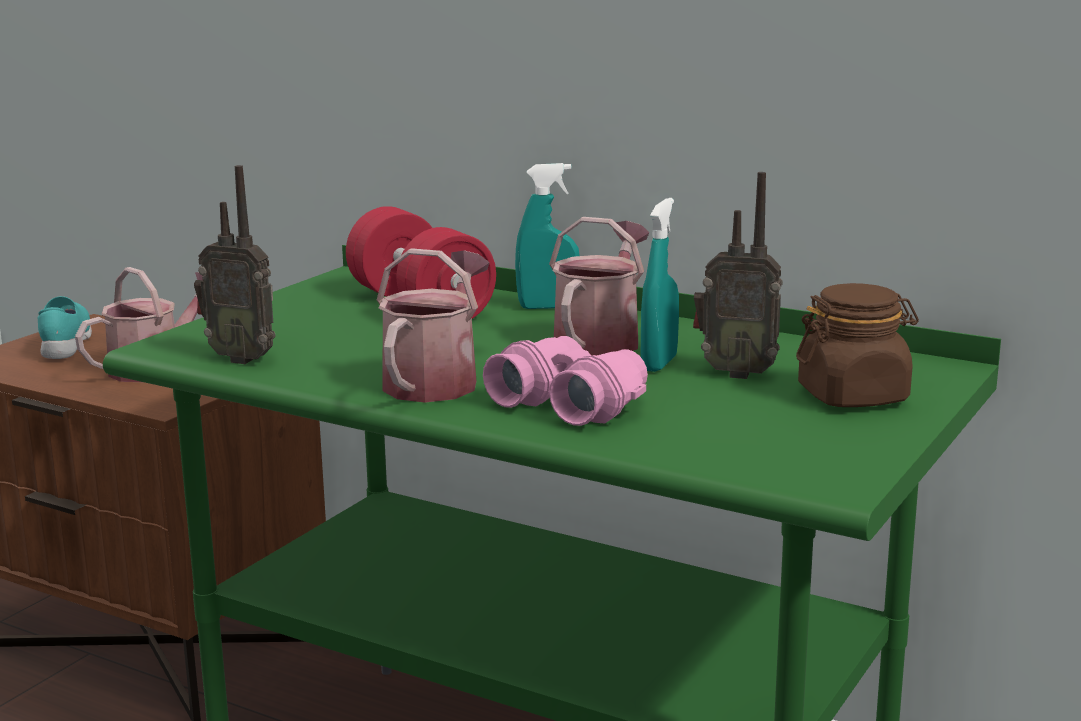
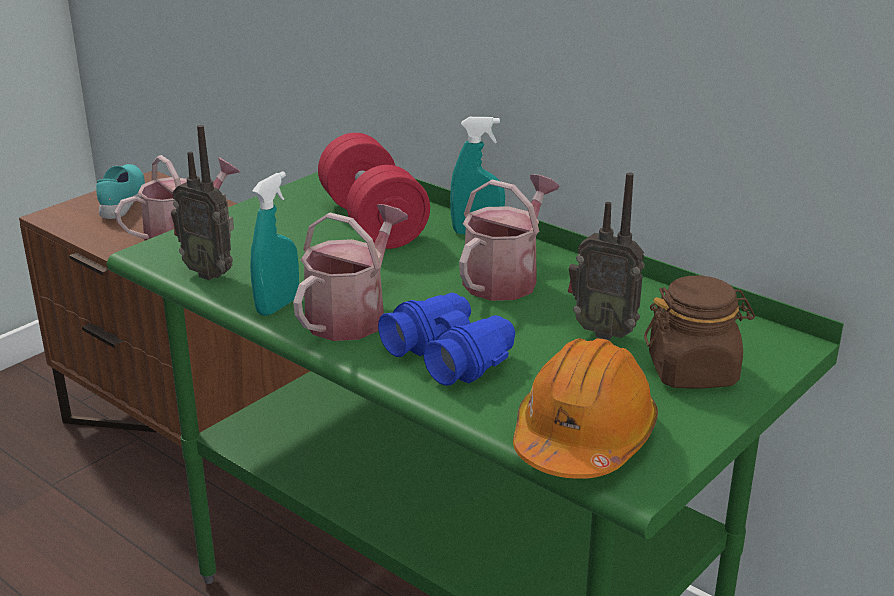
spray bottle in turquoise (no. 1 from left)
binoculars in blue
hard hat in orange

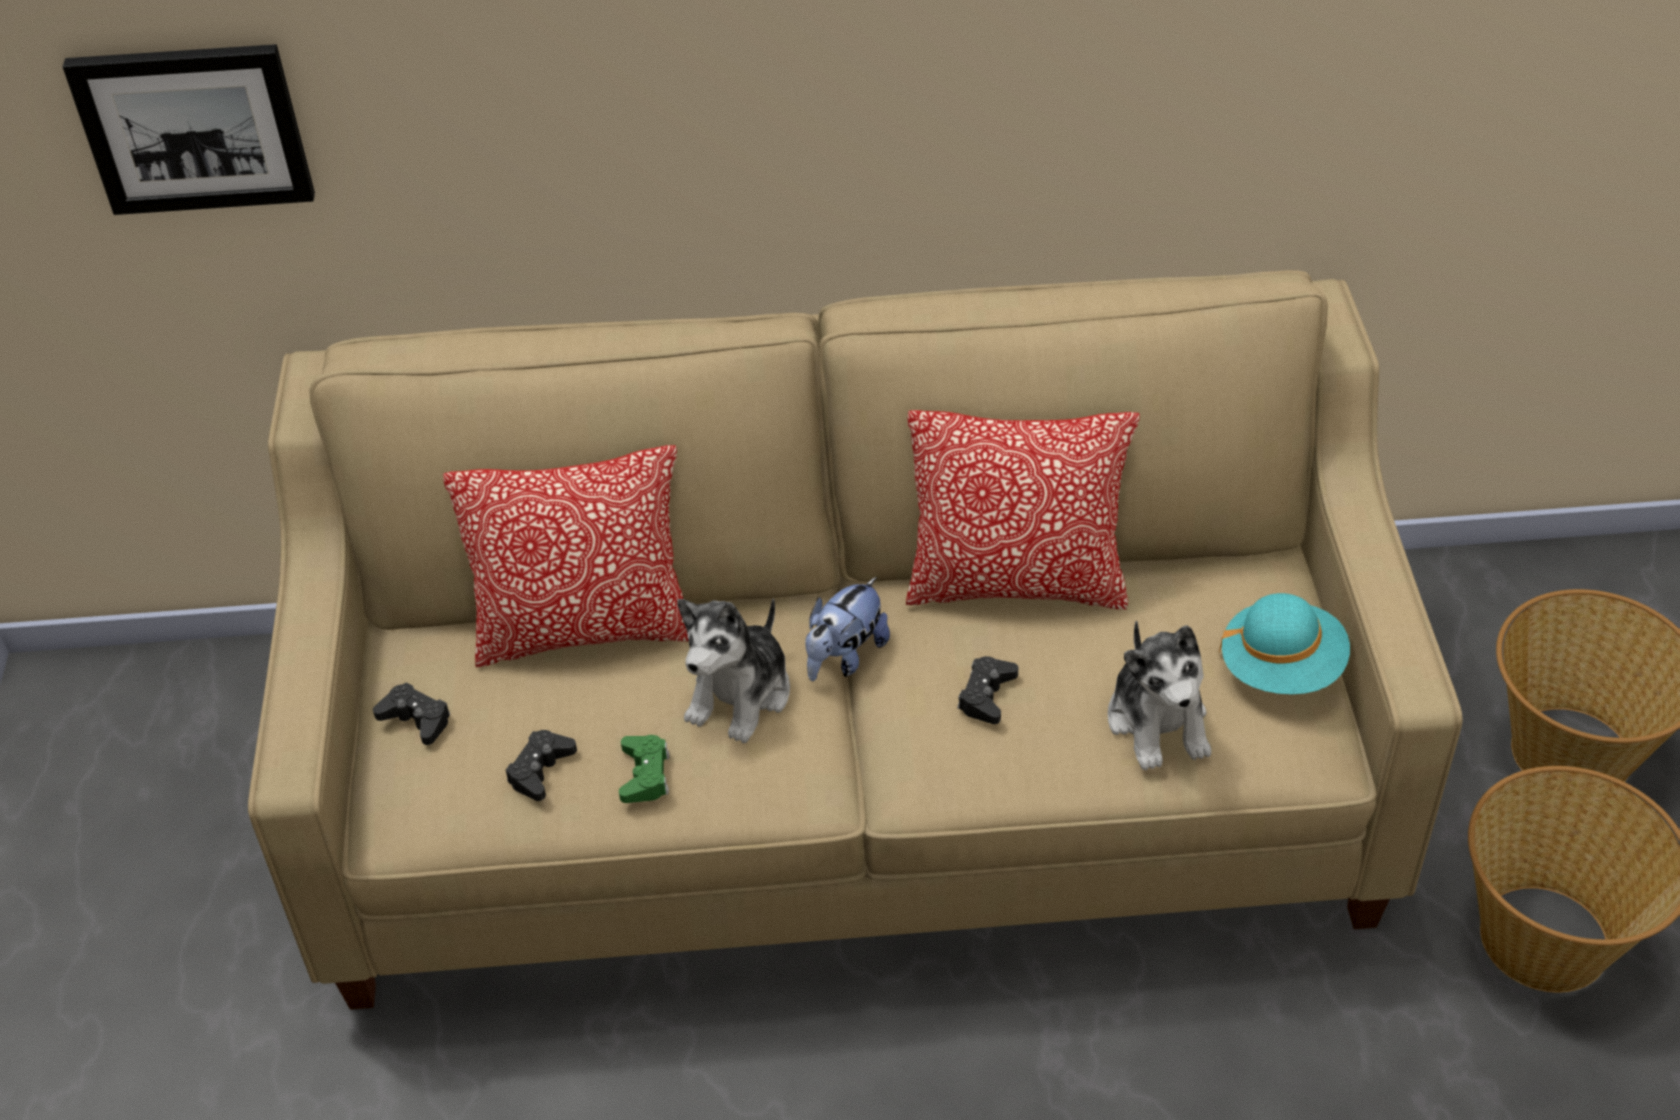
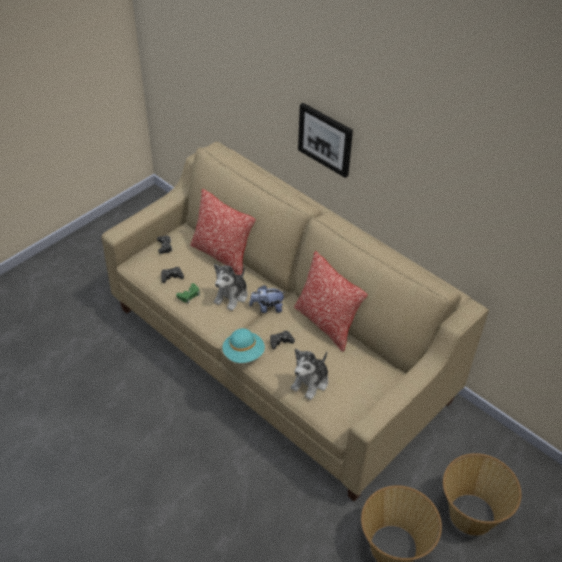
picture
hat in turquoise
plush toy (no. 1 from left)

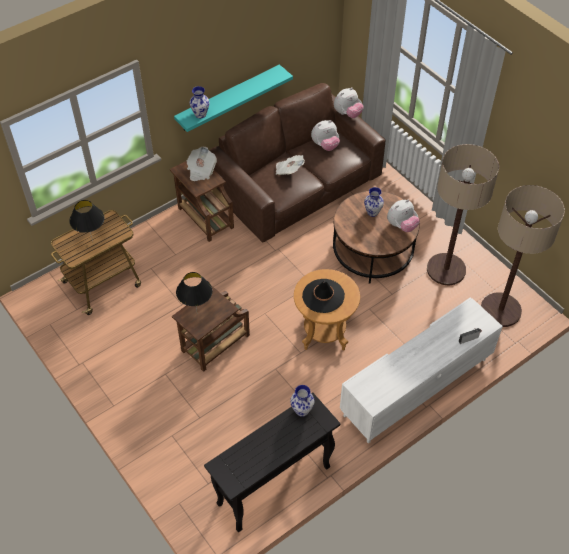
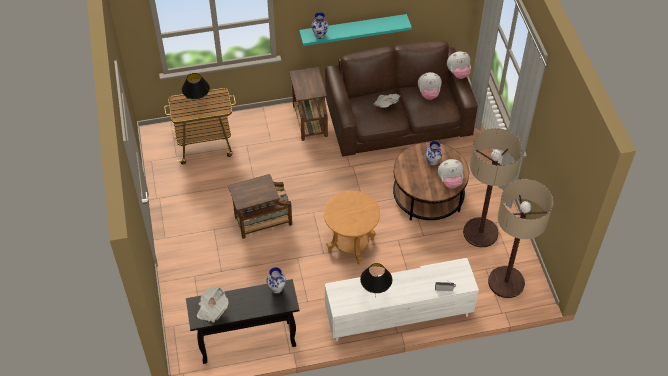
newspaper (no. 1 from left)
table lamp in black (no. 2 from left)
hat in black

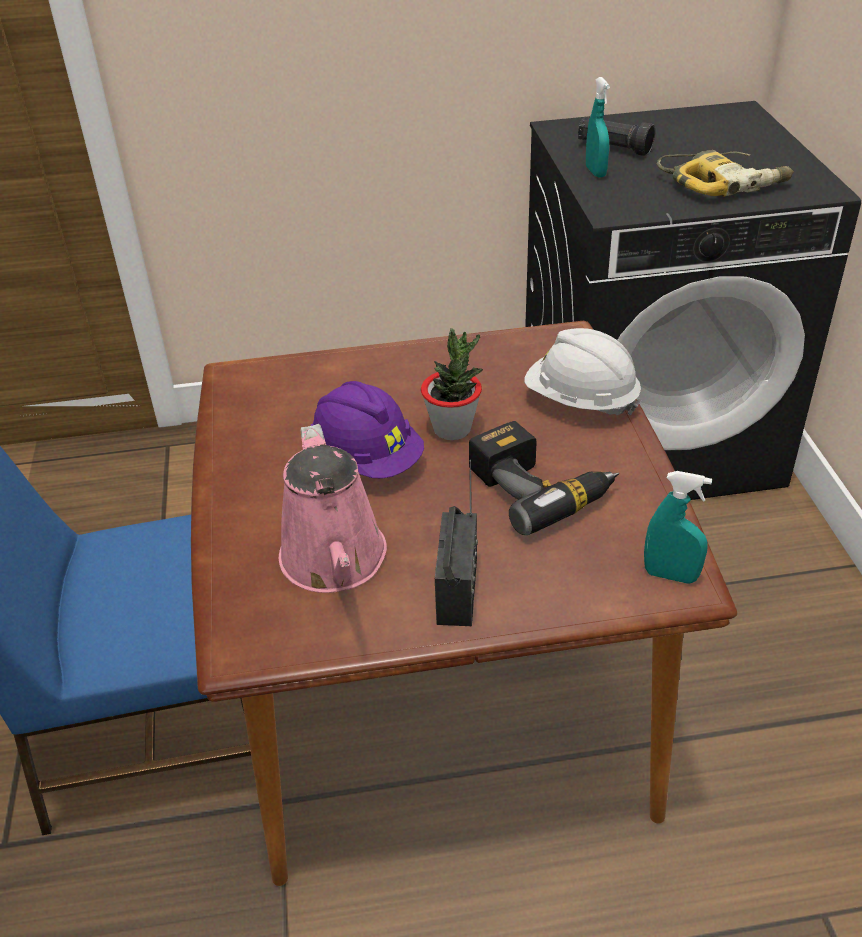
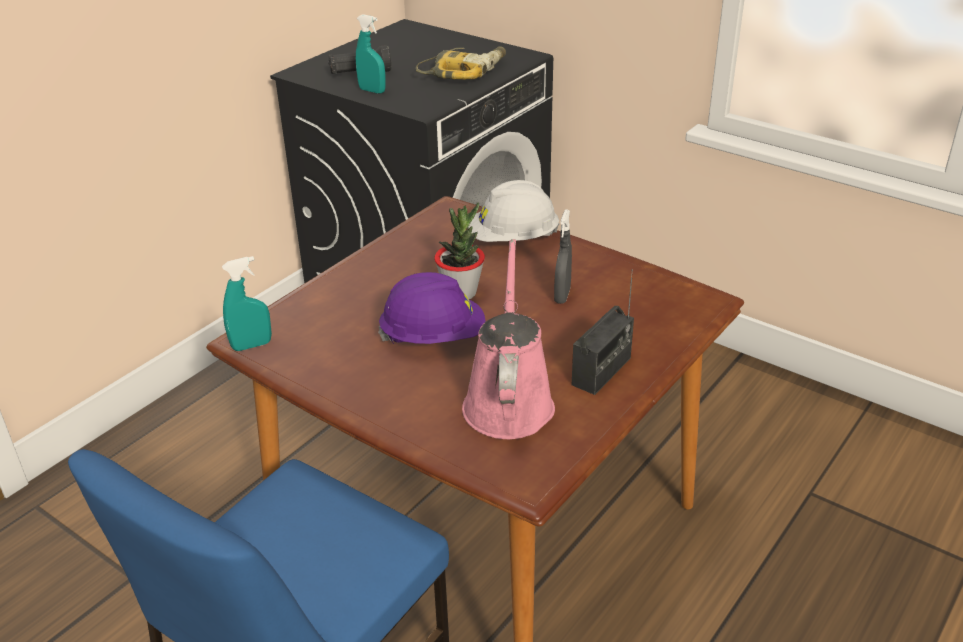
spray bottle in grey
watering can in pink
radio
spray bottle in turquoise (no. 1 from left)

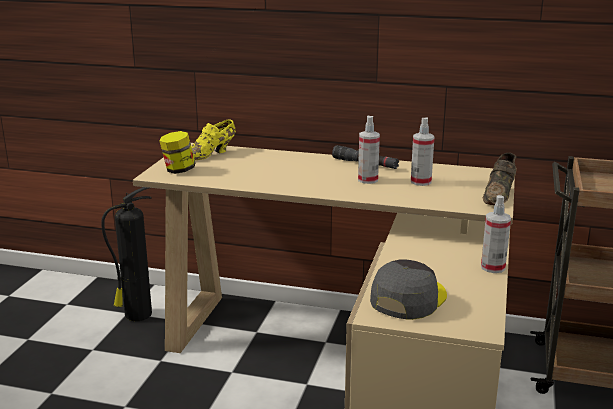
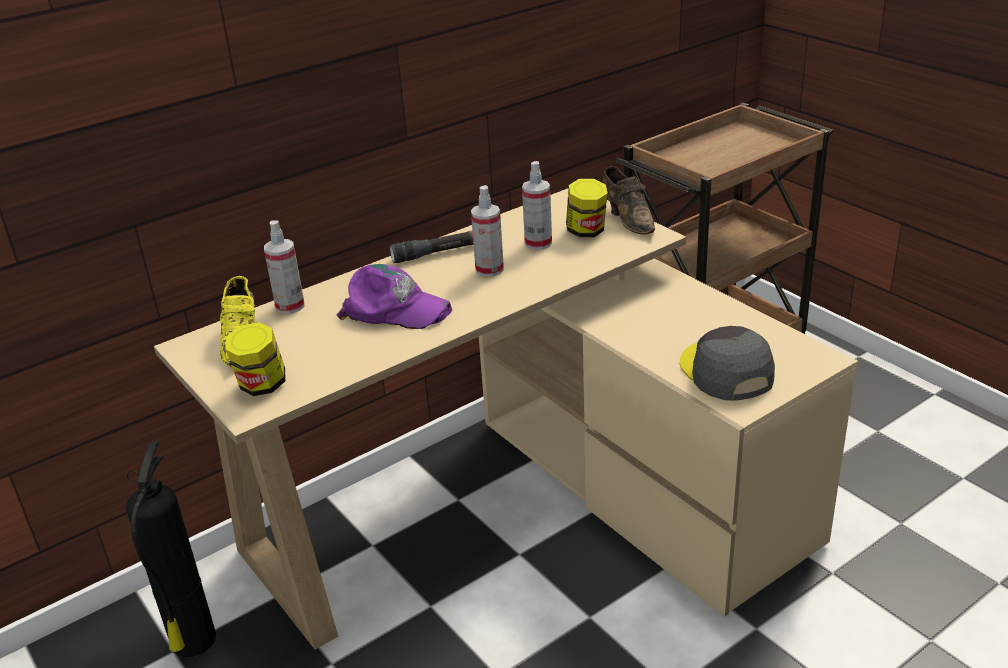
spray bottle (no. 1 from left)
jar (no. 2 from left)
cap in purple

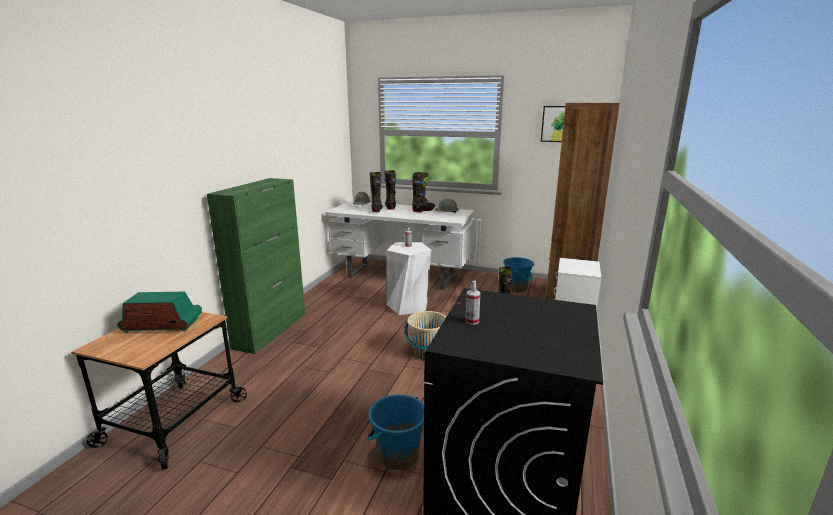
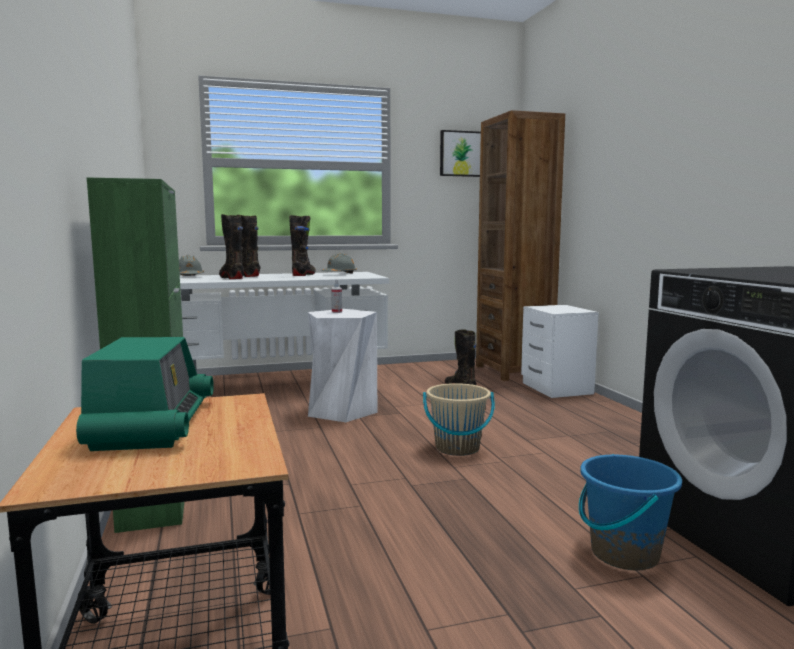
bucket in blue (no. 2 from left in the first image)
spray bottle (no. 2 from left in the first image)
radio

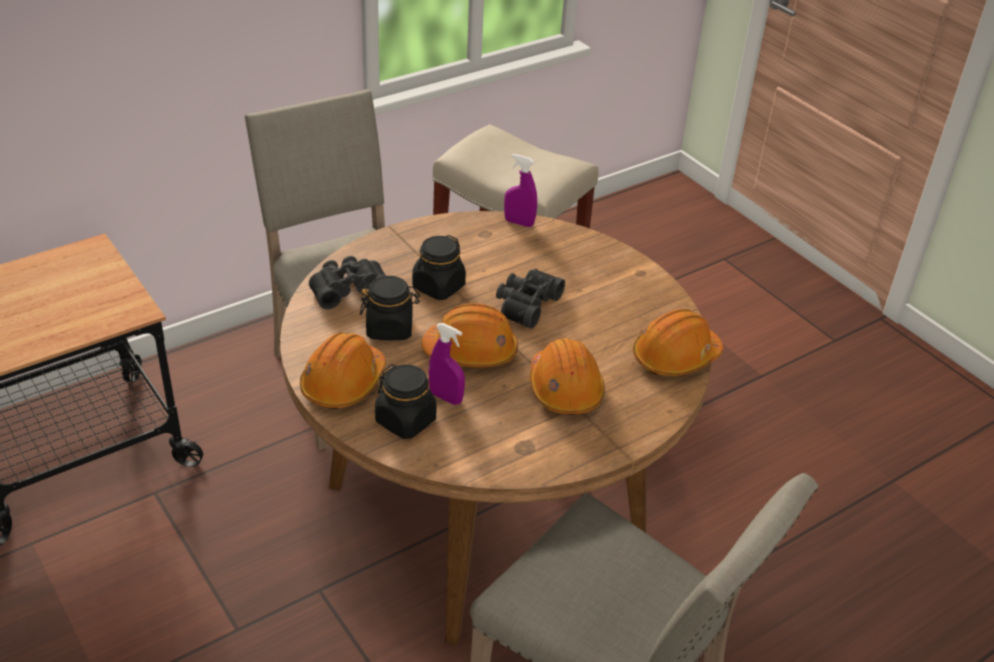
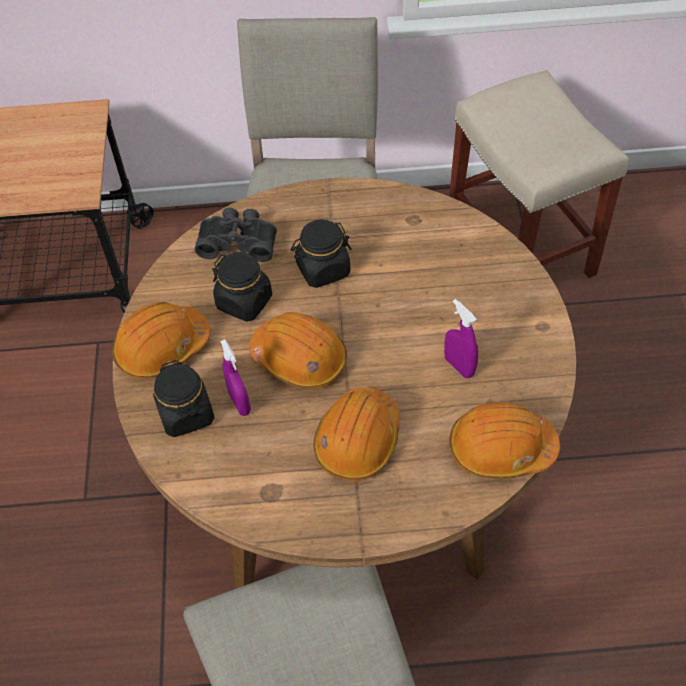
spray bottle in purple (no. 2 from left)
binoculars in black (no. 2 from left in the first image)

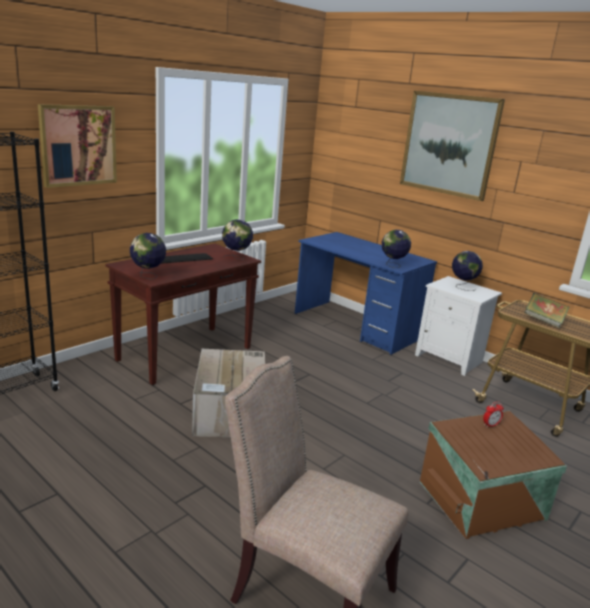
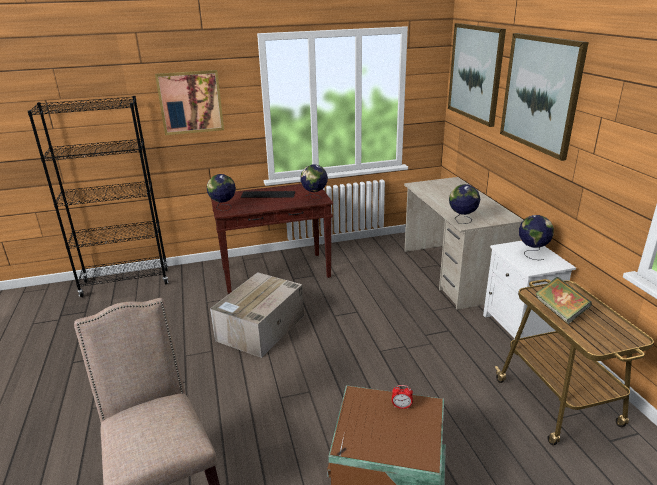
desk in beige
picture (no. 2 from left)

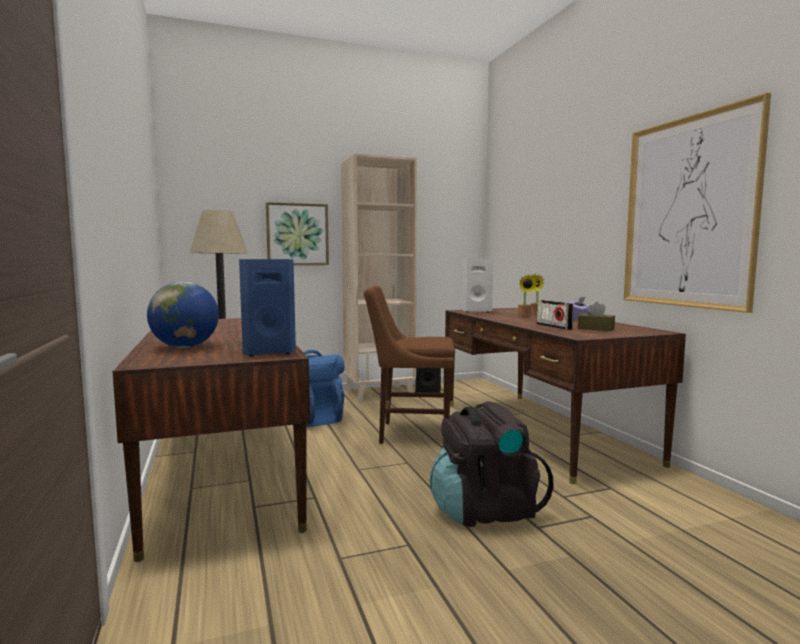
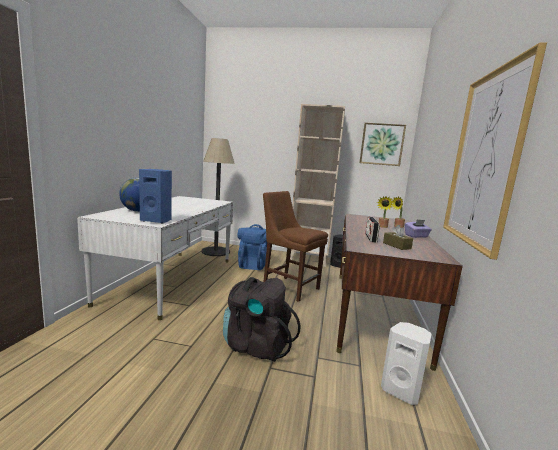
picture (no. 1 from left)
speaker in white
desk in white

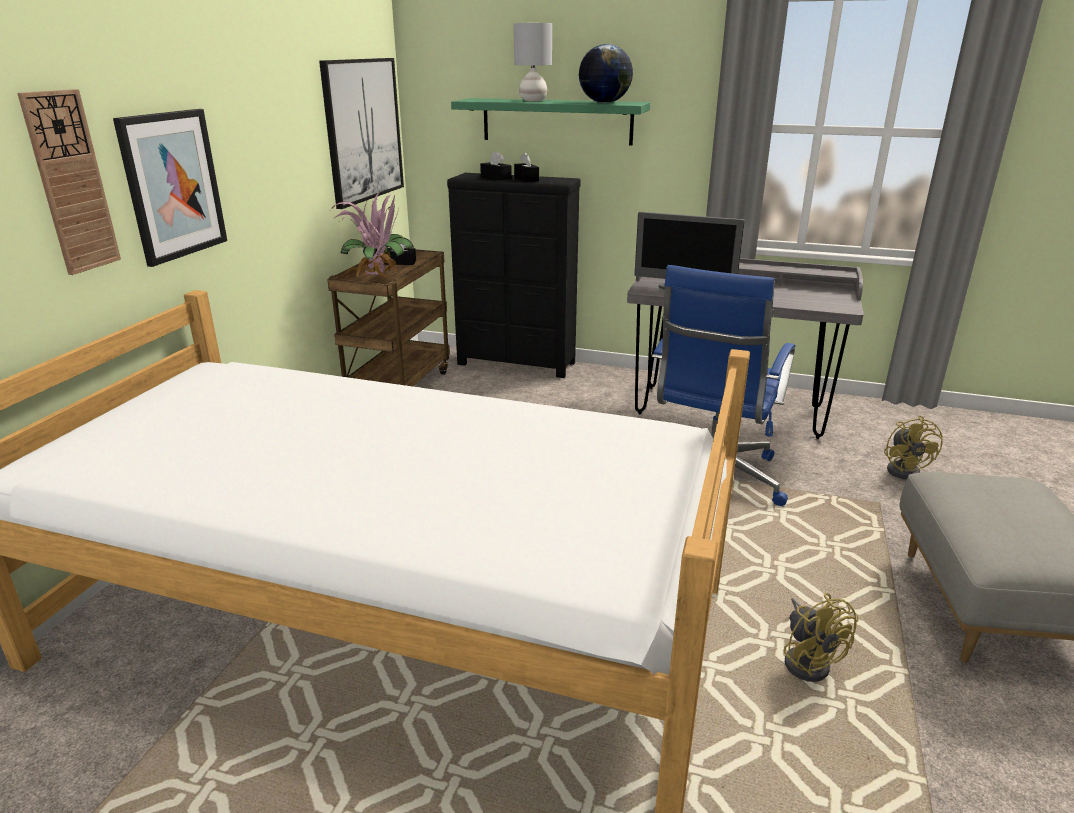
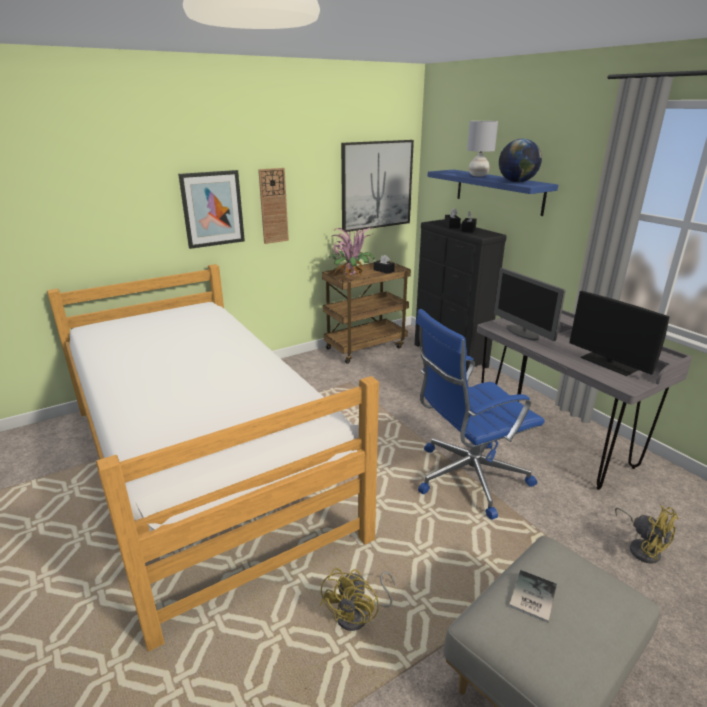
wall clock
shelf in blue
fan in yellow (no. 2 from left)
monitor (no. 2 from left)
book

